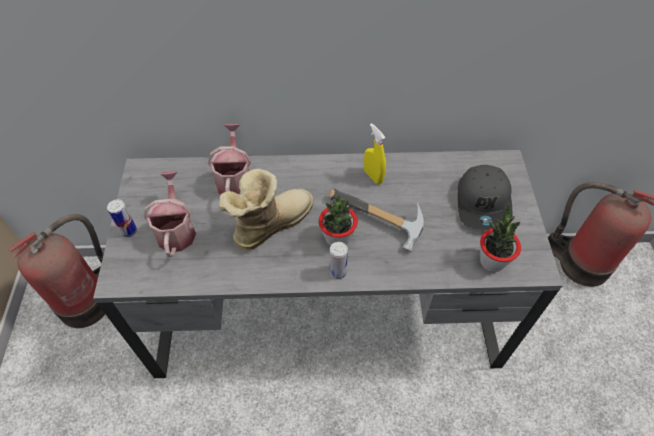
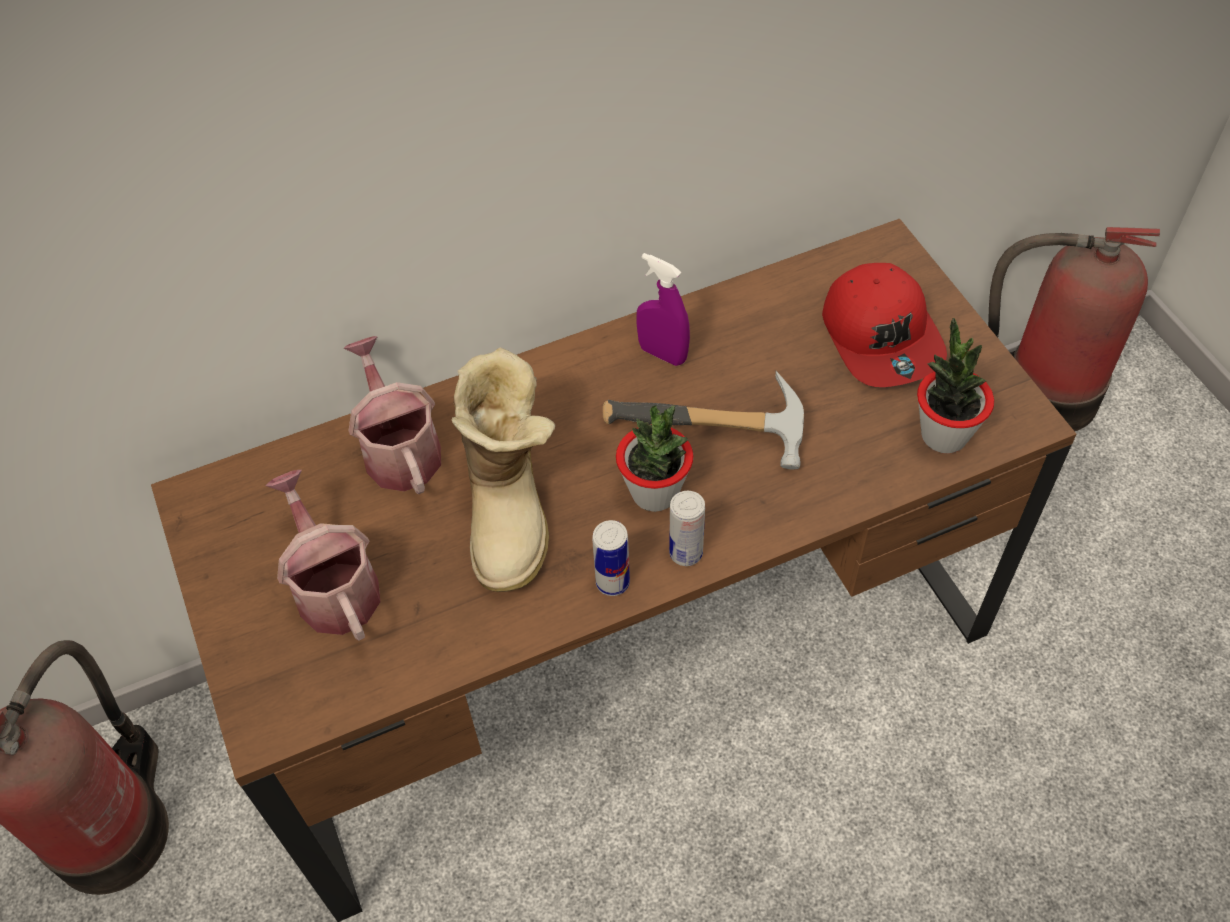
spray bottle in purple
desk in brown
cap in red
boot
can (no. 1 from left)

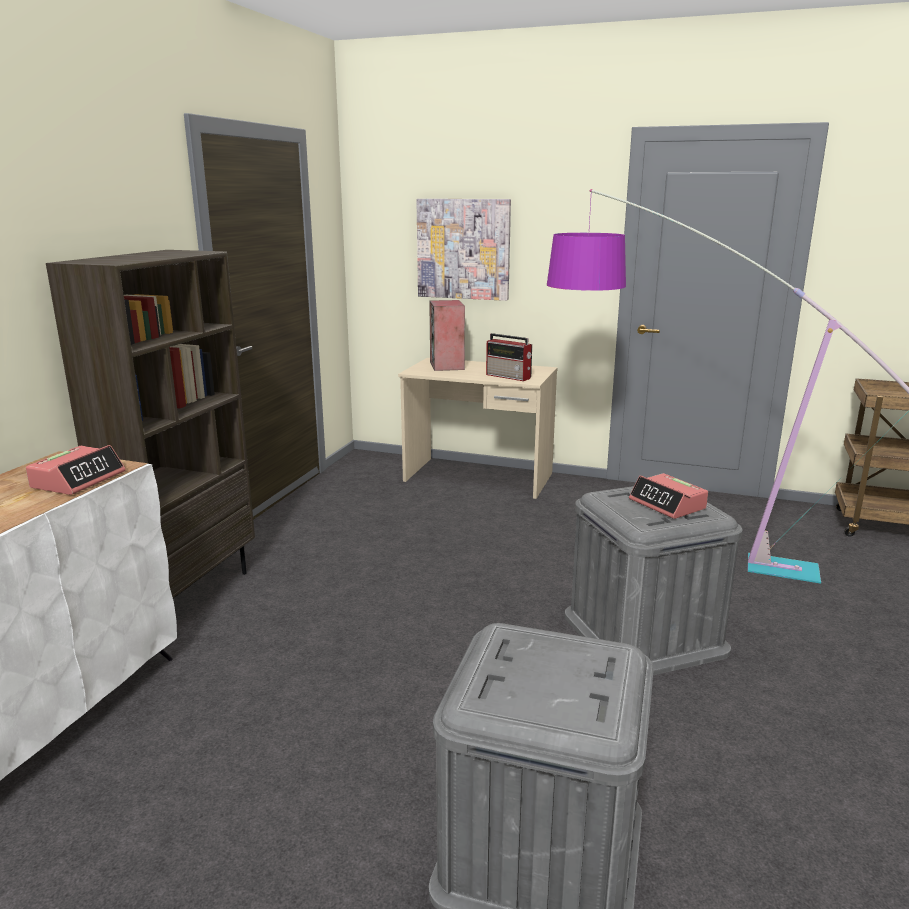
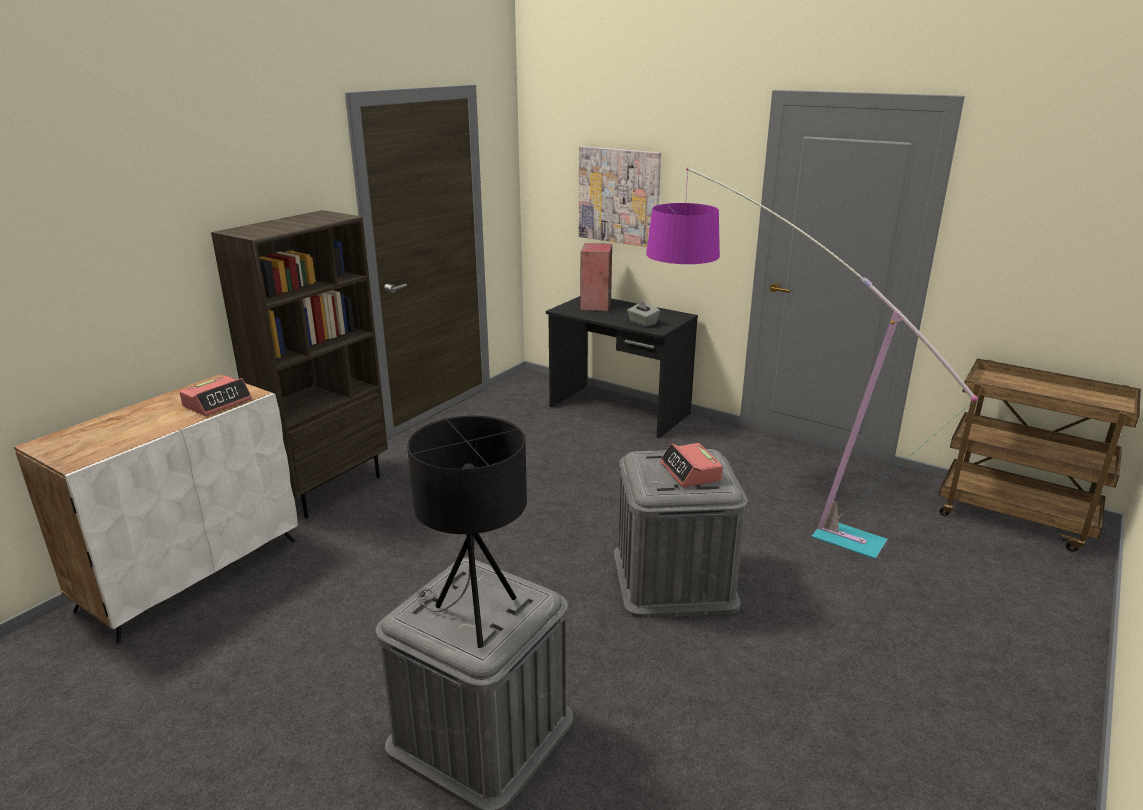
tissue box in grey
desk in black
table lamp in black

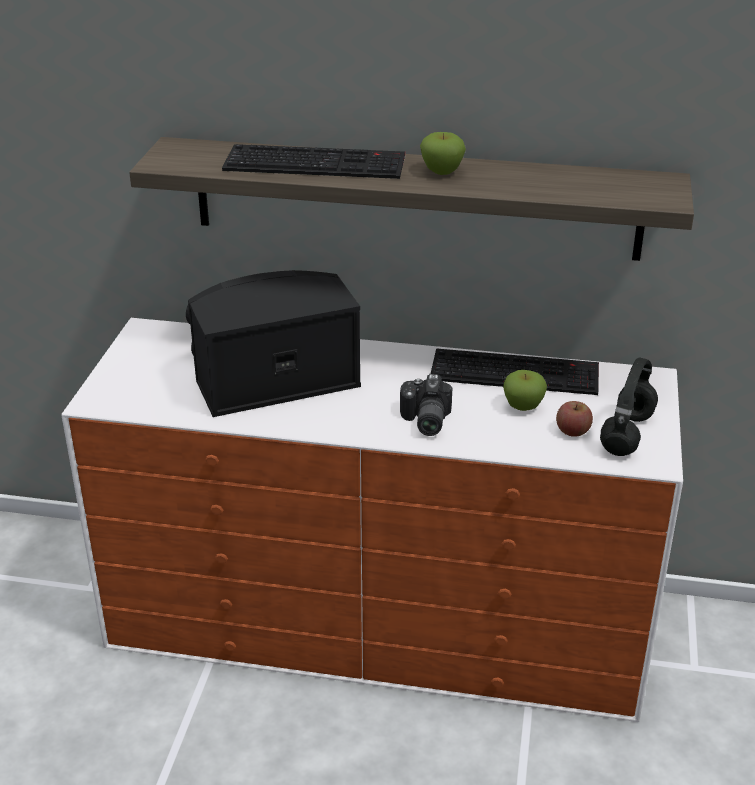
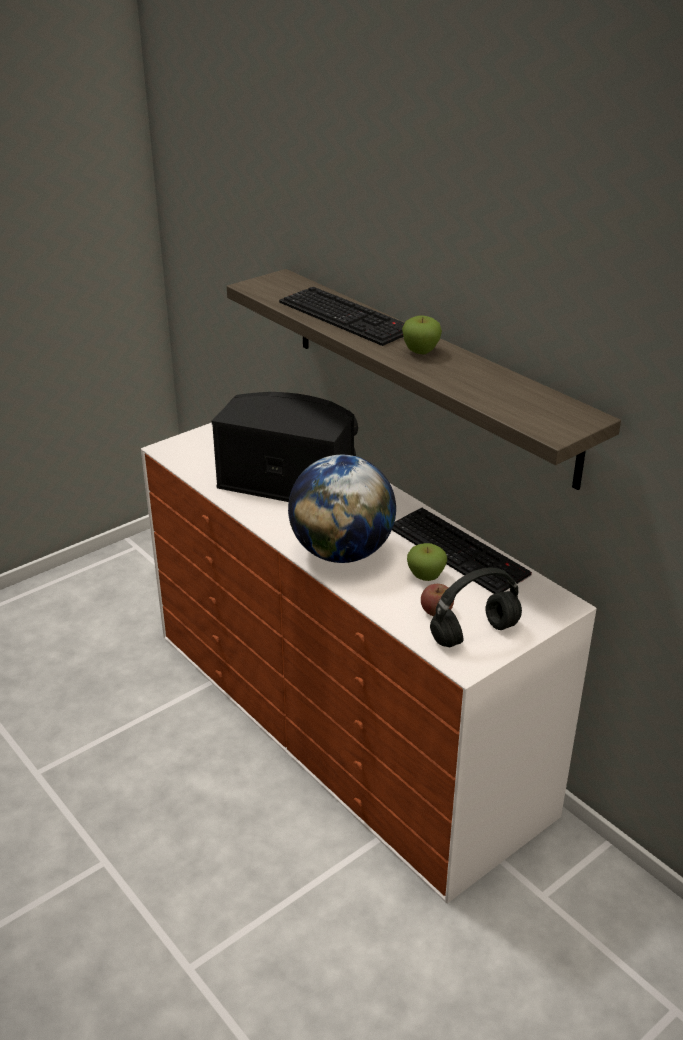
globe

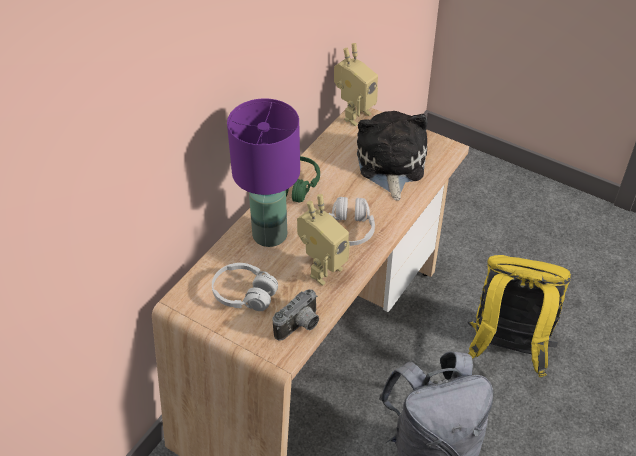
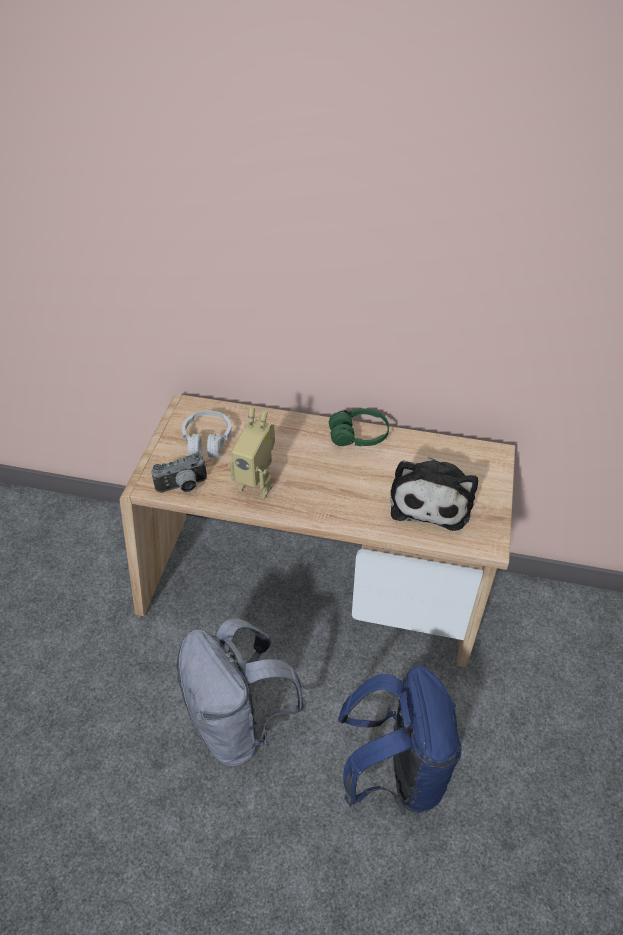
toy robot (no. 2 from left in the first image)
table lamp in purple
plush toy
headphones in white (no. 2 from left in the first image)
backpack in blue
photo camera

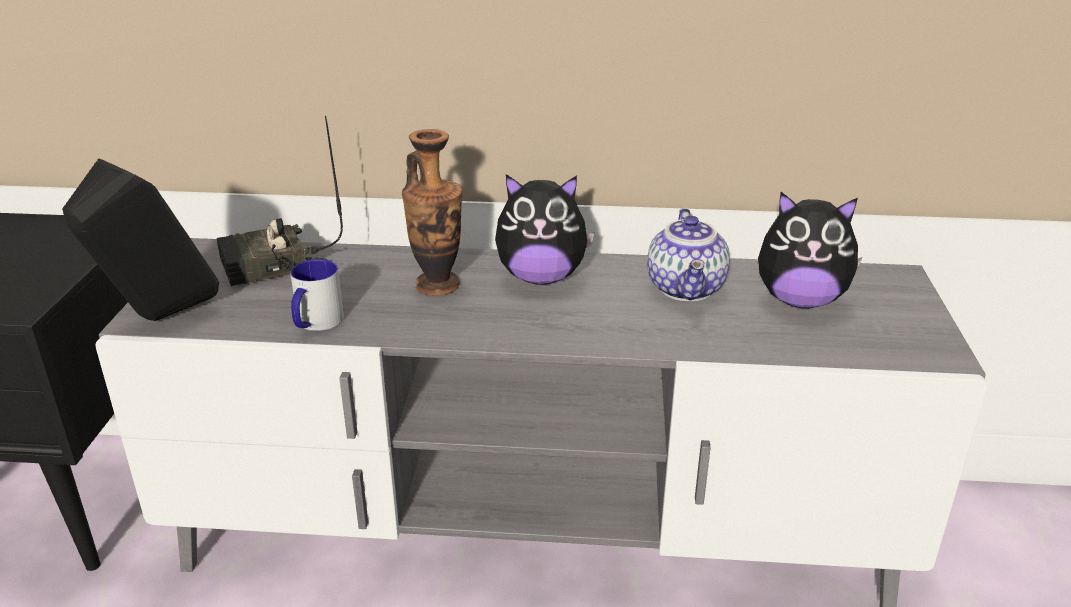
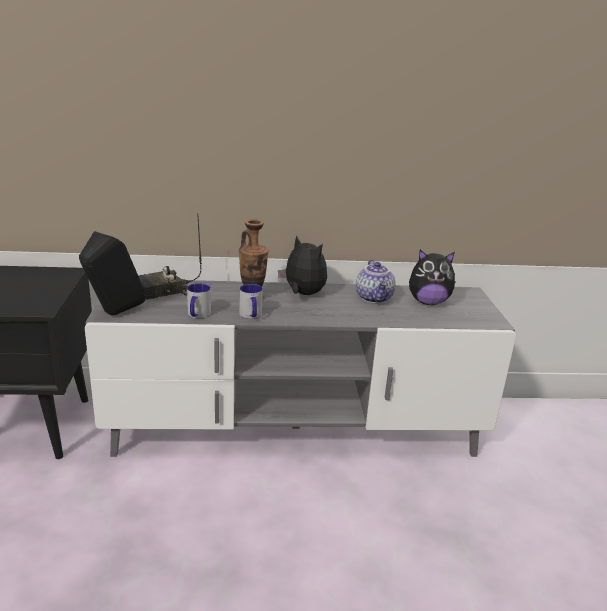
plush toy (no. 1 from left)
mug (no. 2 from left)

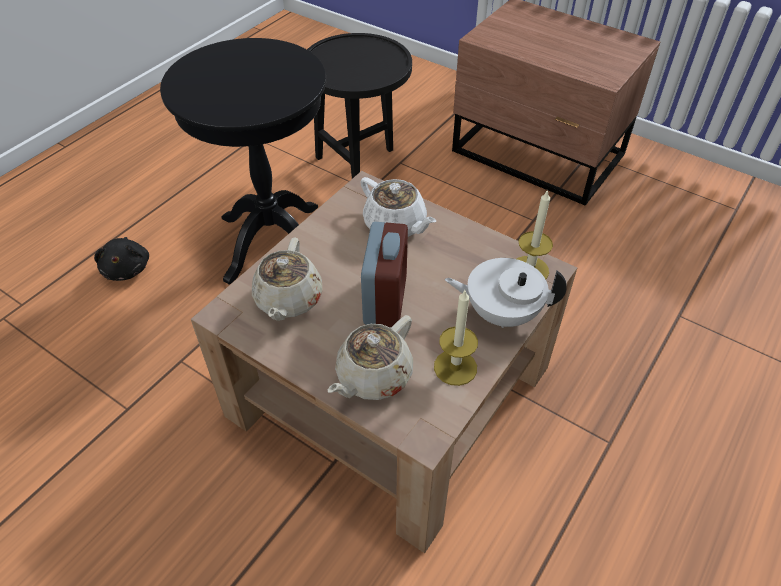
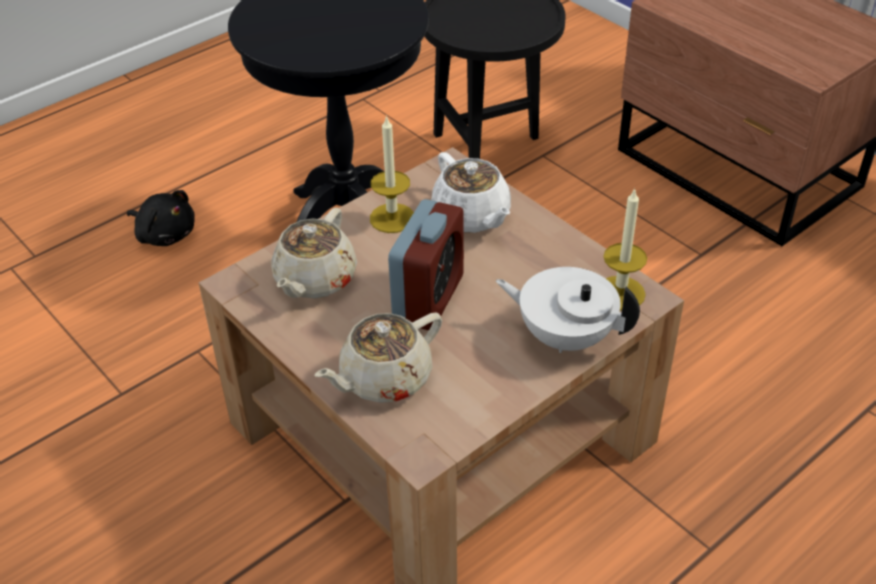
plush toy in black
candle (no. 1 from left)

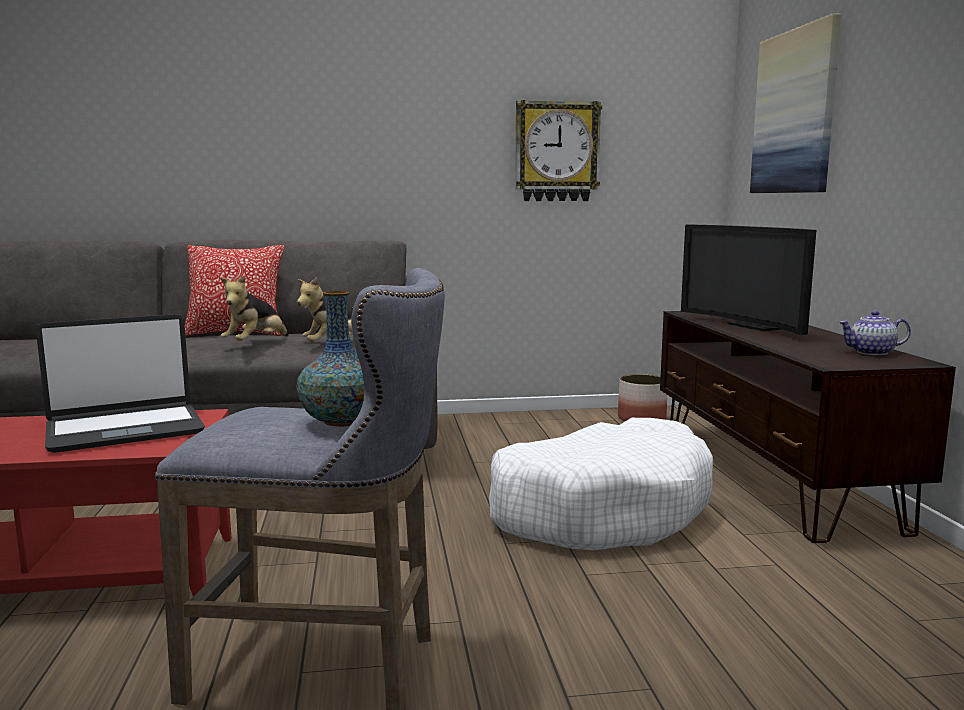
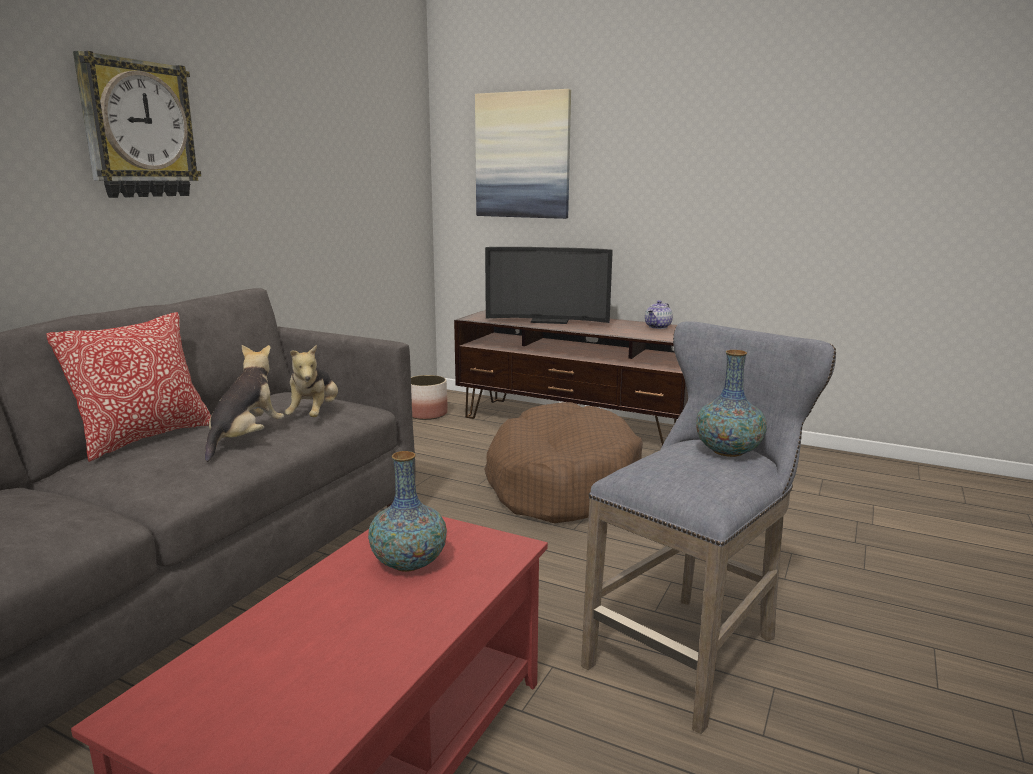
wall clock
plush toy (no. 1 from left)
vase (no. 1 from left)
dog bed in brown

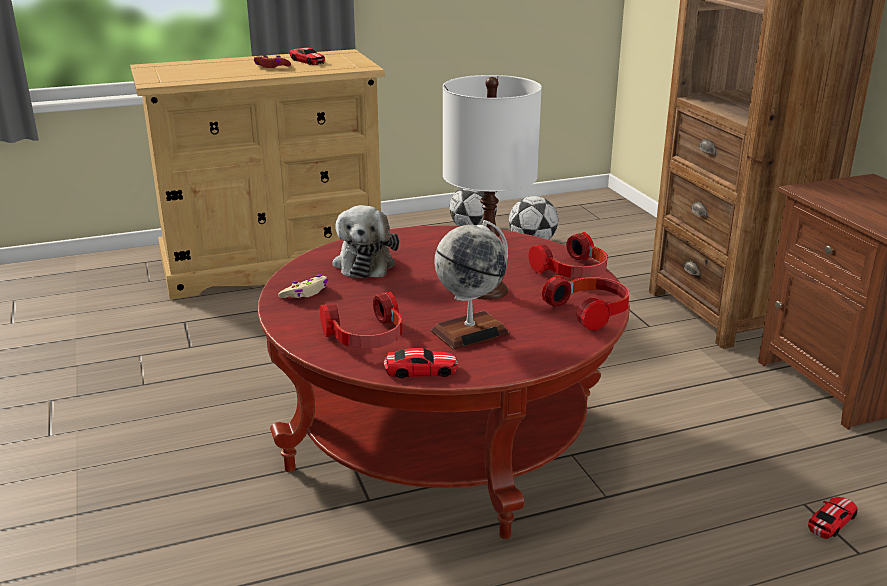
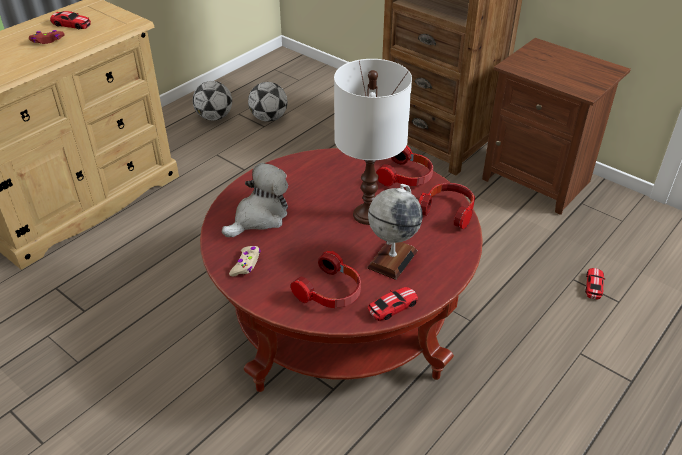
plush toy

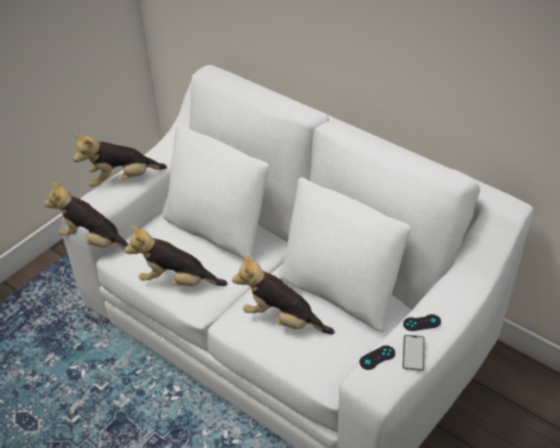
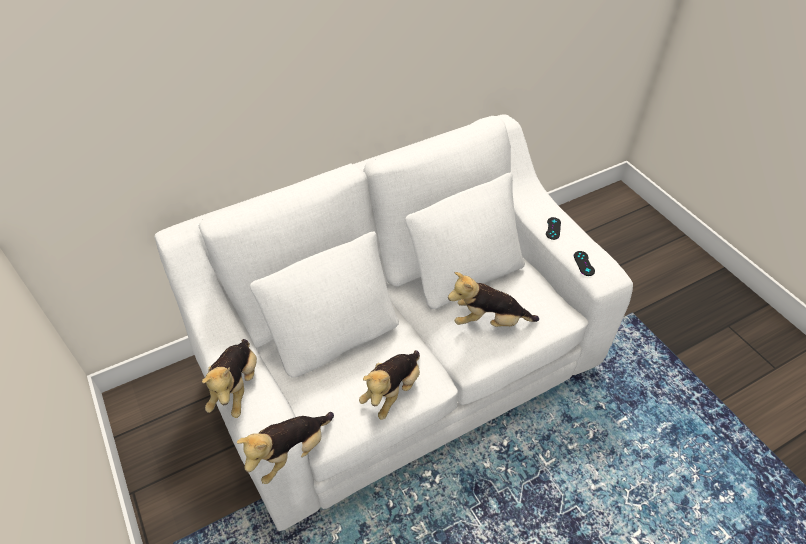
plush toy (no. 4 from left)
phone

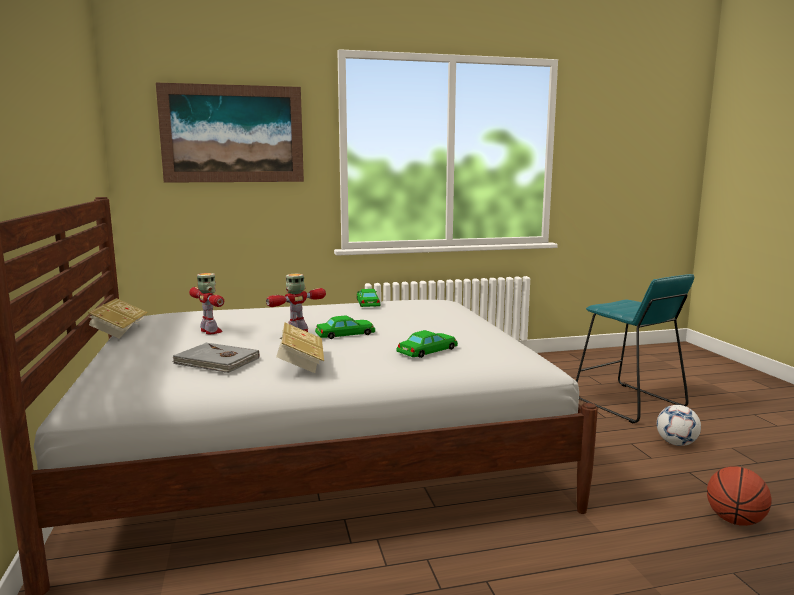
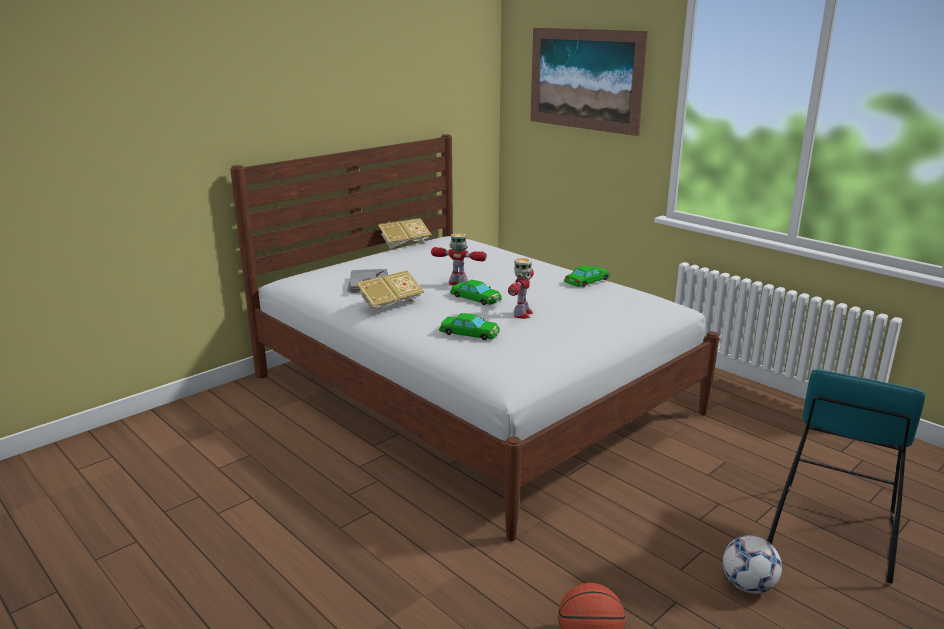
toy robot (no. 2 from left)

